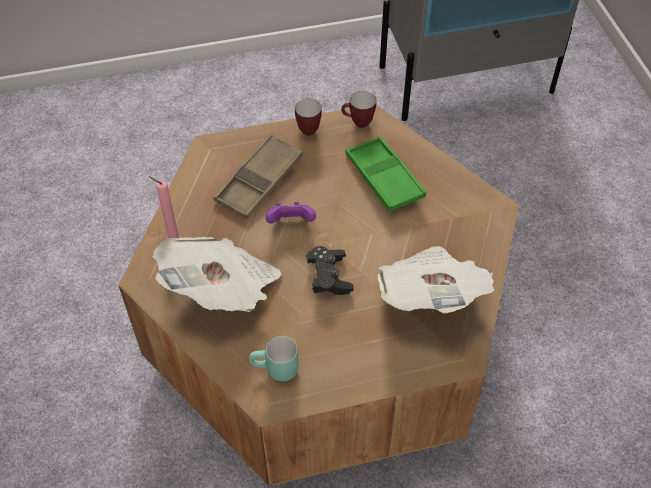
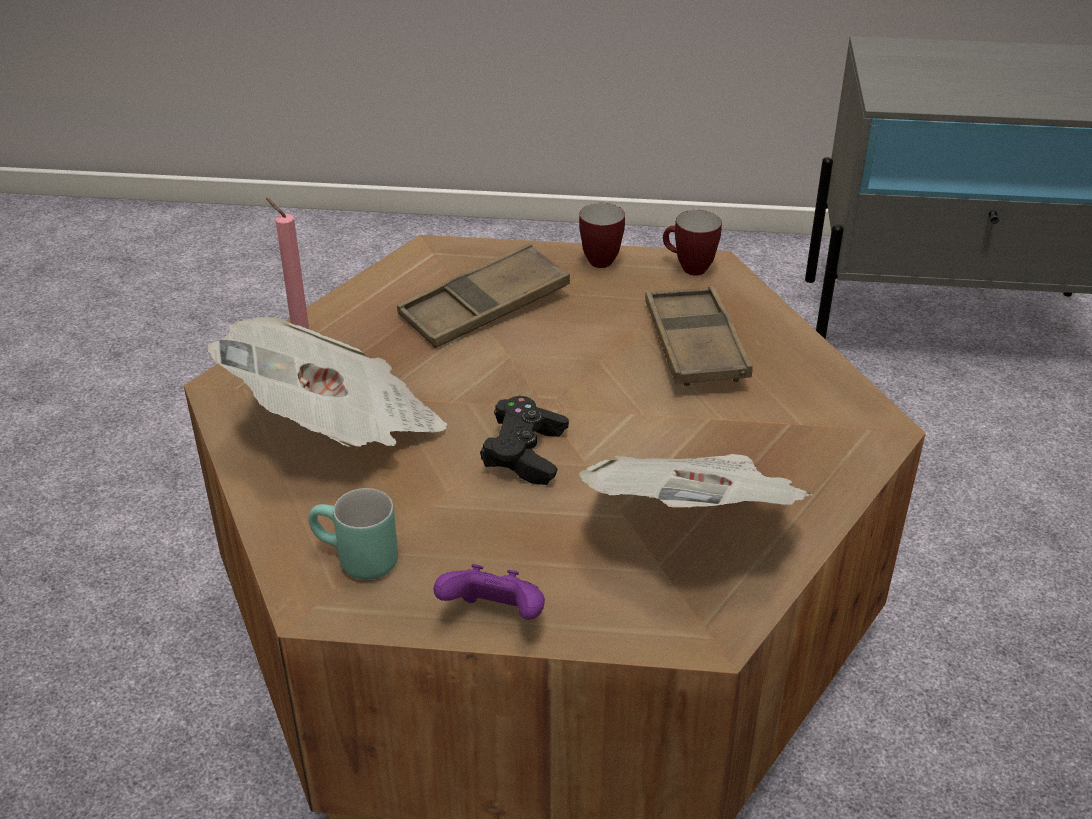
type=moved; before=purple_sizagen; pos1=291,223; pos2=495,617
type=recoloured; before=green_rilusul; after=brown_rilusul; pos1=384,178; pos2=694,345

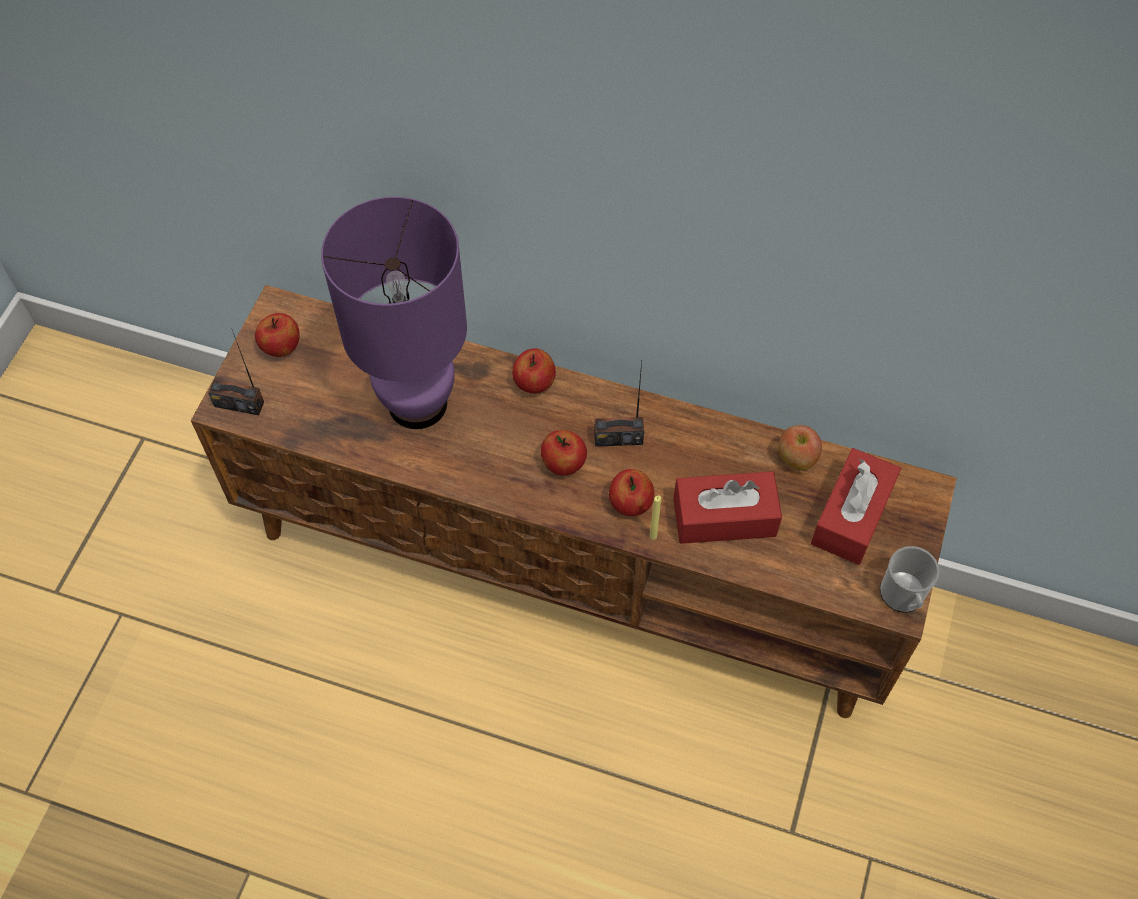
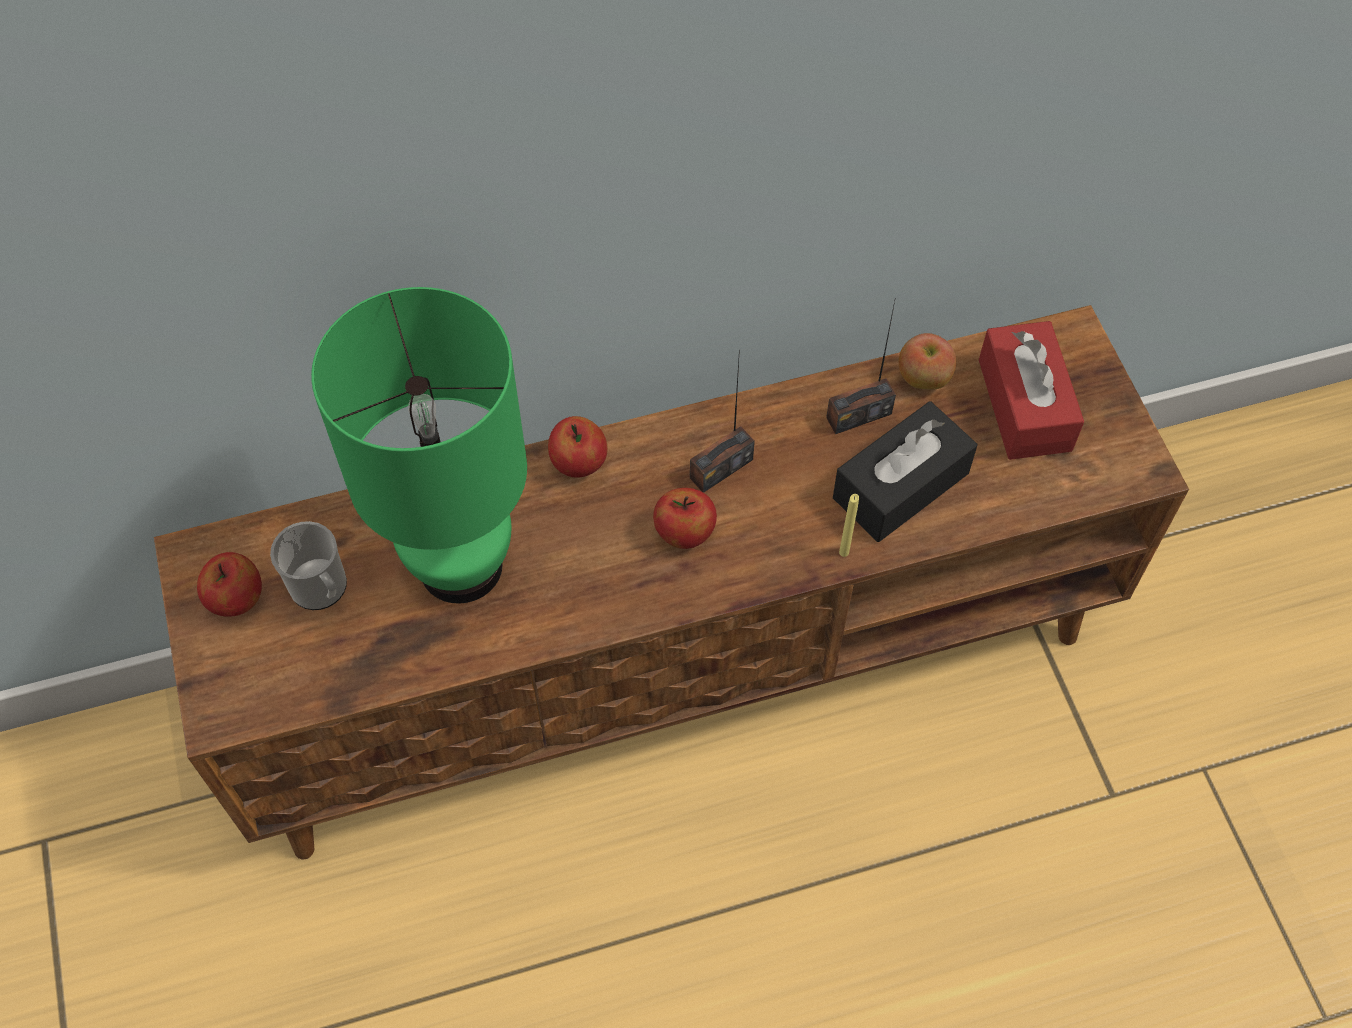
type=moved; before=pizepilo; pos1=239,404; pos2=858,415
type=recoloured; before=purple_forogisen; after=green_forogisen; pos1=417,405; pos2=461,568
type=removed; before=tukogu; pos1=630,504
type=recoloured; before=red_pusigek; after=black_pusigek; pos1=724,517; pos2=900,485
type=moved; before=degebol; pos1=903,597; pos2=322,590

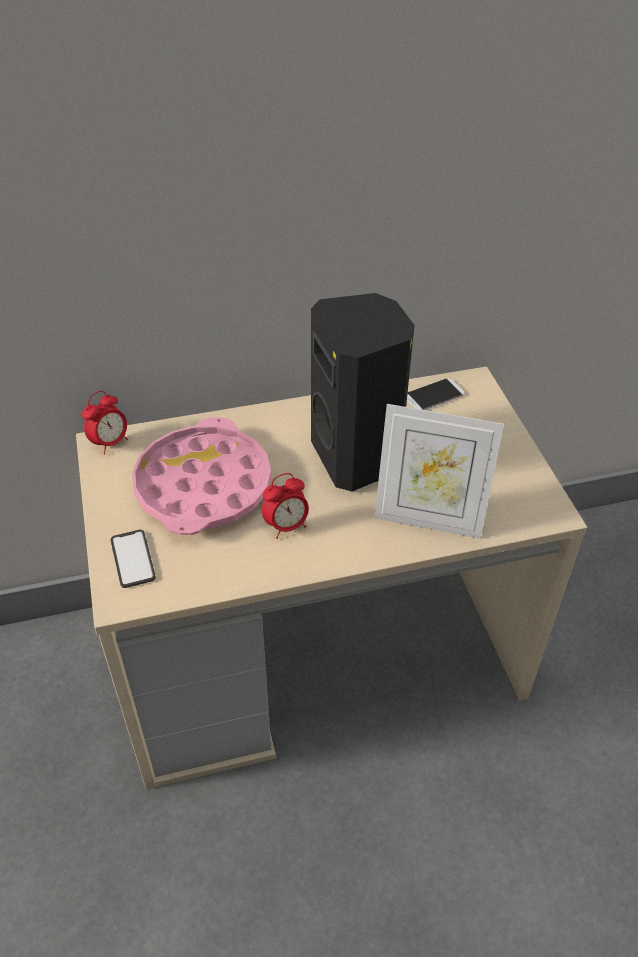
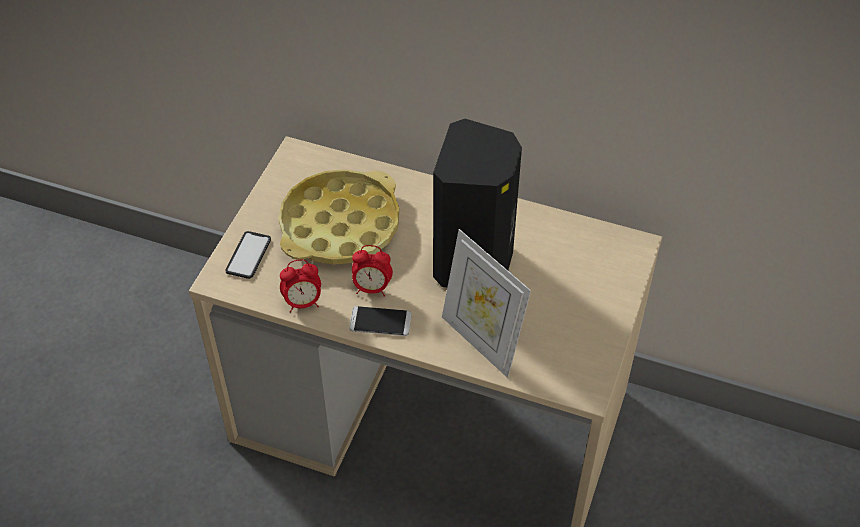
type=moved; before=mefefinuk; pos1=110,443; pos2=303,303
type=recoloured; before=pink_rilusul; after=yellow_rilusul; pos1=203,486; pos2=339,225
type=moved; before=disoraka; pos1=434,395; pos2=380,322

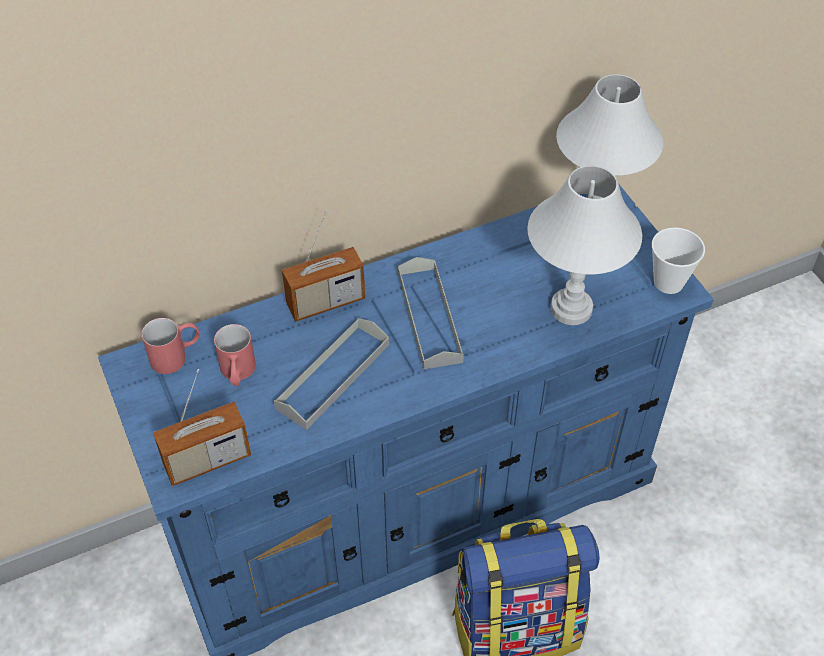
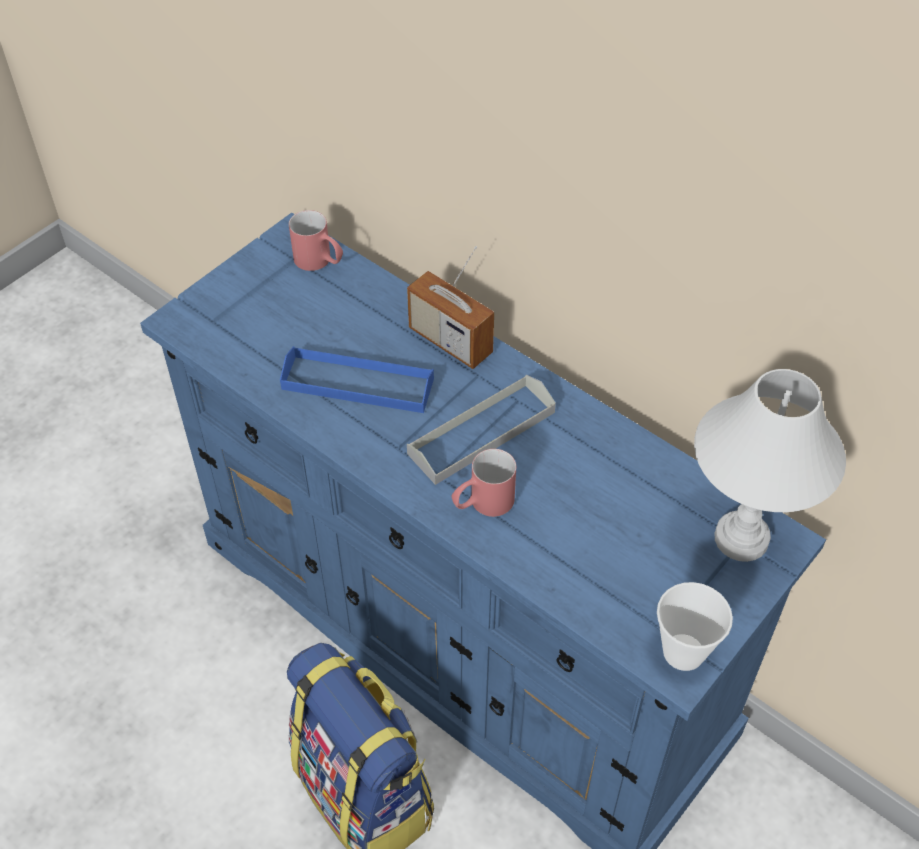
type=removed; before=pizepilo; pos1=207,460
type=moved; before=red_degebol; pos1=238,374; pos2=482,504
type=recoloured; before=grey_rilusul; after=blue_rilusul; pos1=333,376; pos2=357,384
type=removed; before=white_forogisen; pos1=570,309

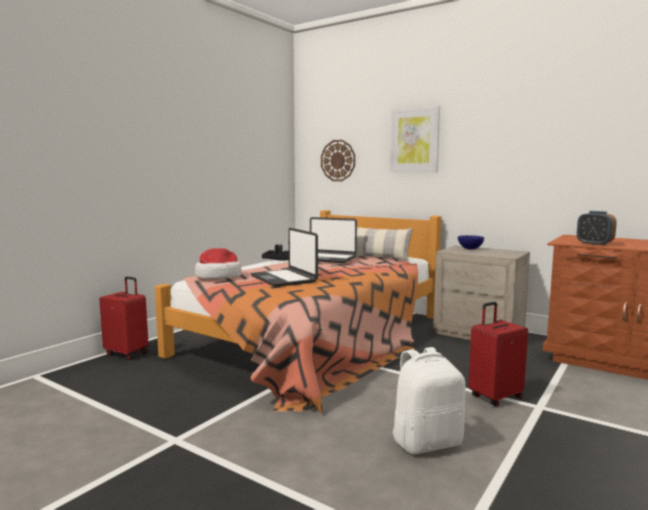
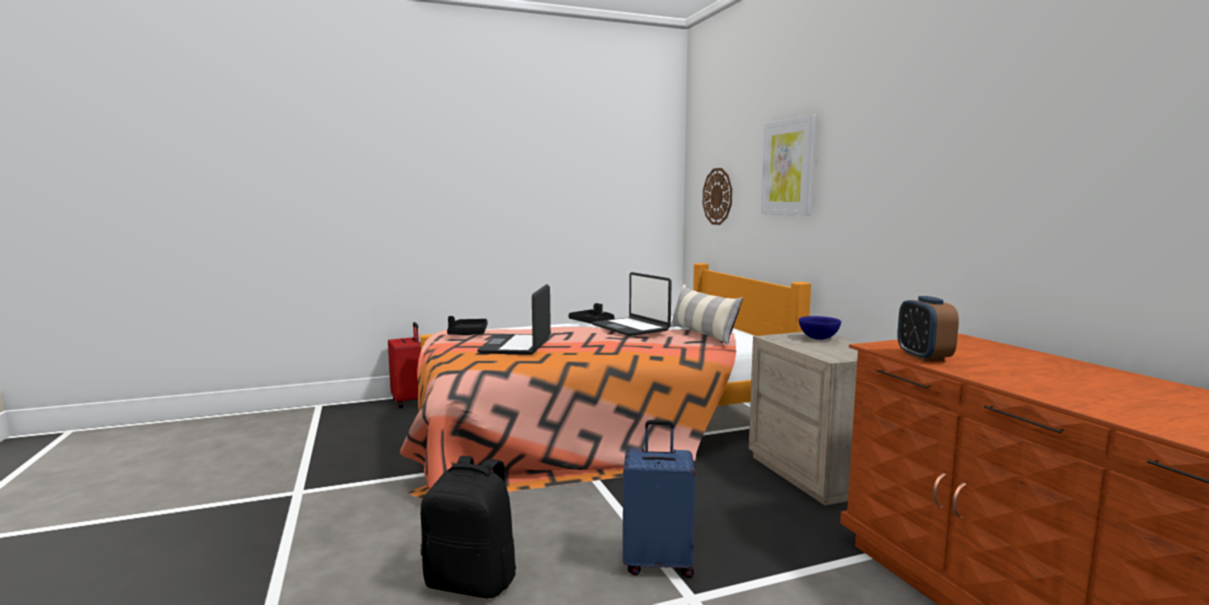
type=replaced; before=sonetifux; after=black_rilusul; pos1=218,277; pos2=468,334
type=recoloured; before=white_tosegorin; after=black_tosegorin; pos1=426,442; pos2=473,581
type=recoloured; before=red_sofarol; after=blue_sofarol; pos1=494,397; pos2=658,563

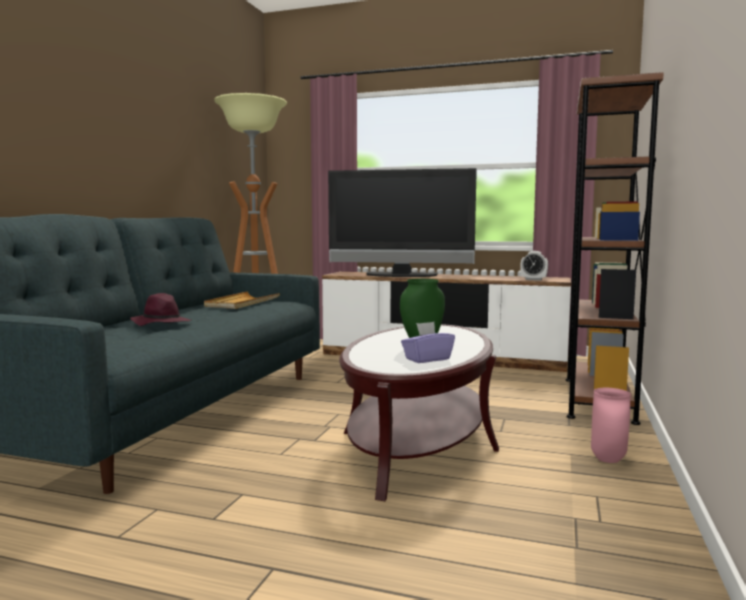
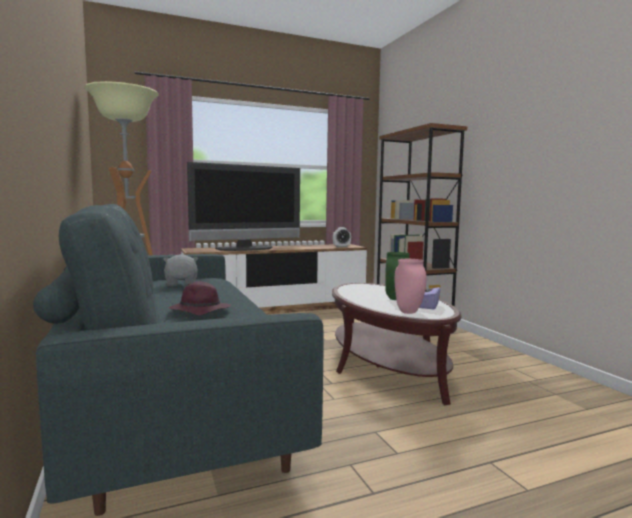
type=replaced; before=beige_rilusul; after=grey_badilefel; pos1=242,303; pos2=181,284
type=moved; before=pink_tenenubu; pos1=609,460; pos2=409,312

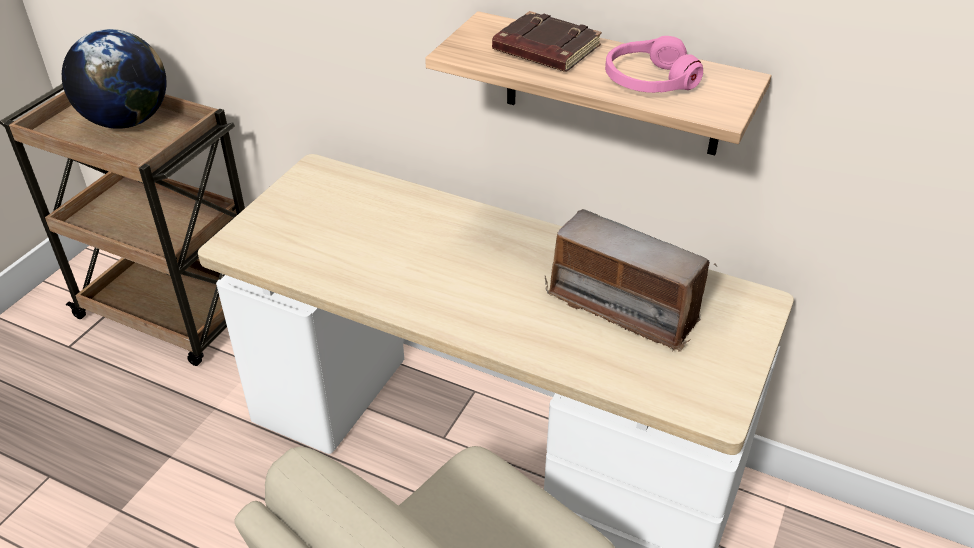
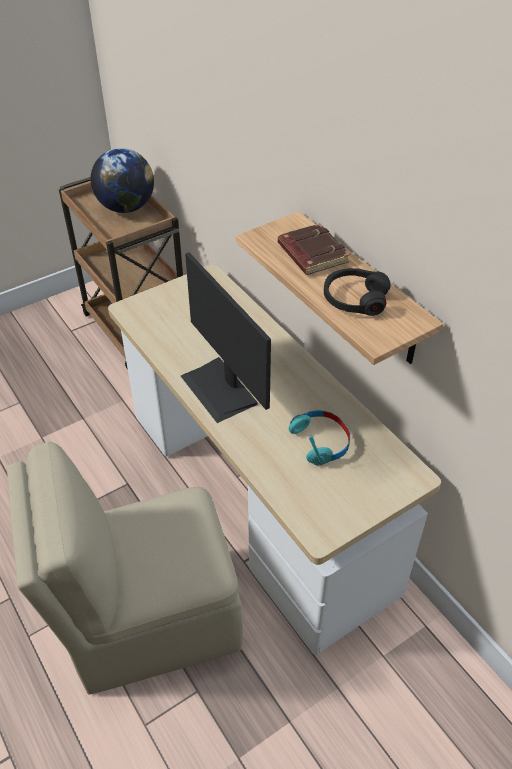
type=replaced; before=pizepilo; after=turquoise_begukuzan; pos1=624,307; pos2=320,441
type=recoloured; before=pink_begukuzan; after=black_begukuzan; pos1=649,80; pos2=355,299
type=added; after=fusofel; pos2=220,389

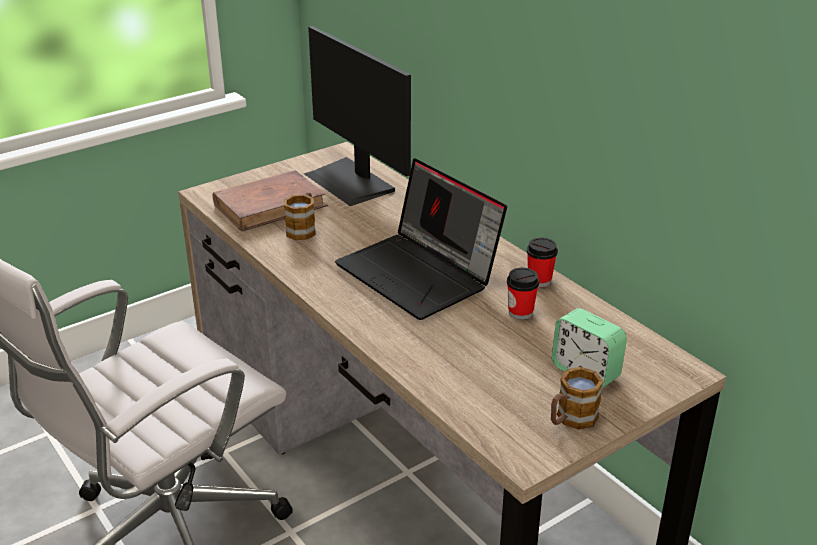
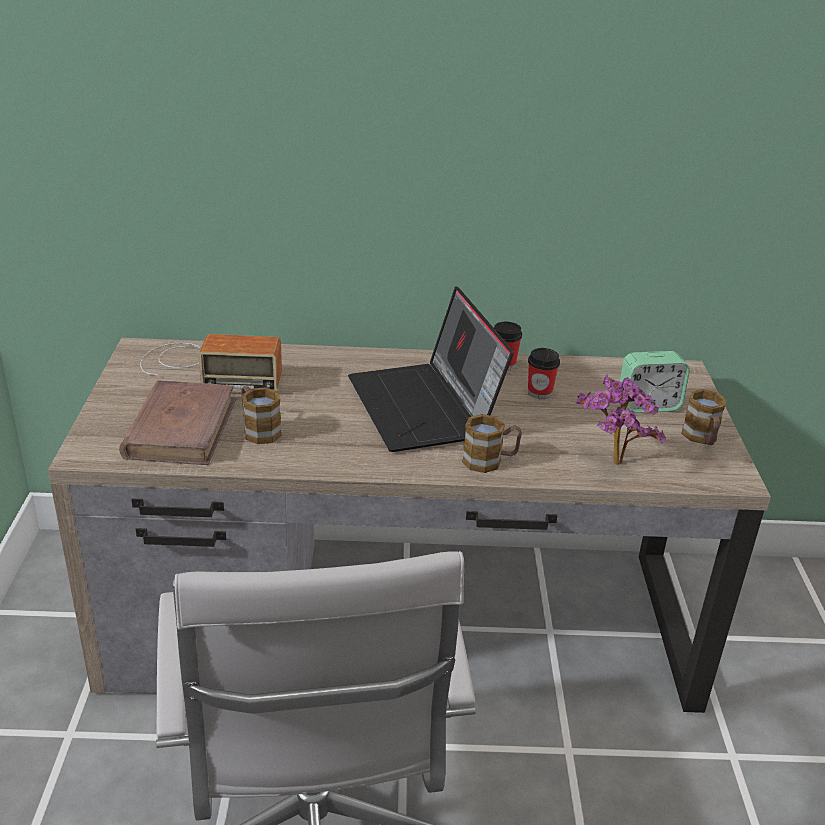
type=replaced; before=fusofel; after=pizepilo; pos1=351,181; pos2=207,369
type=turned; before=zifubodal; pos1=420,274; pos2=425,408; turn=75
type=added; after=degebol; pos2=490,461
type=added; after=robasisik; pos2=611,465

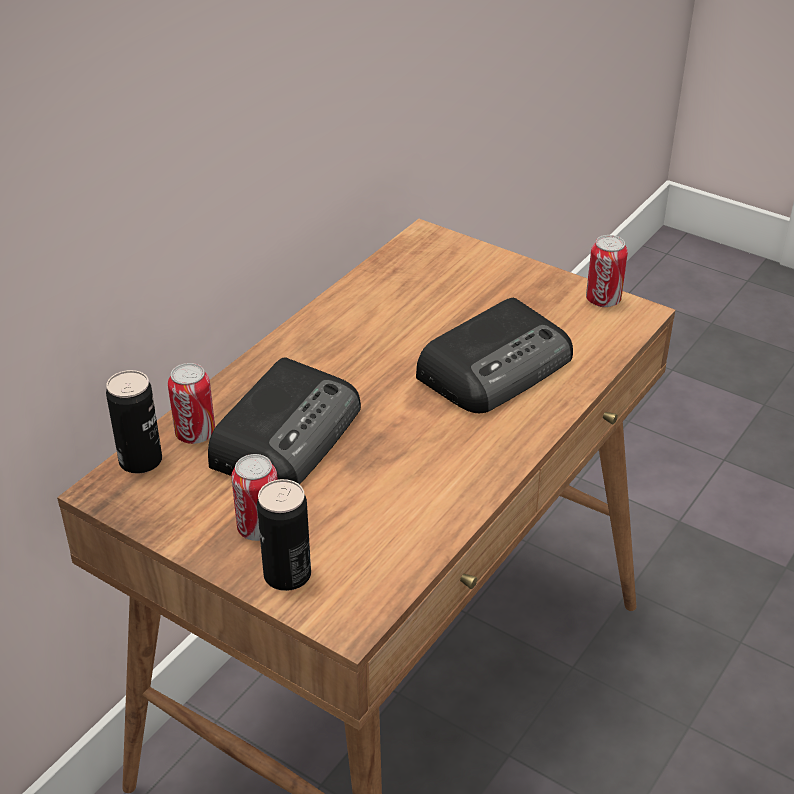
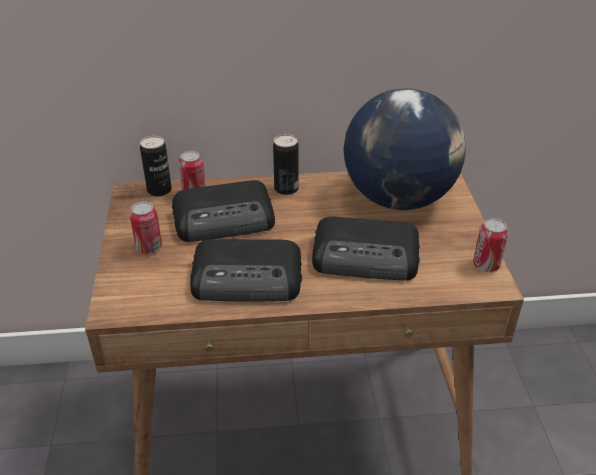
type=moved; before=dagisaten; pos1=287,575; pos2=286,188
type=added; after=pizepilo; pos2=248,278
type=added; after=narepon; pos2=398,198

